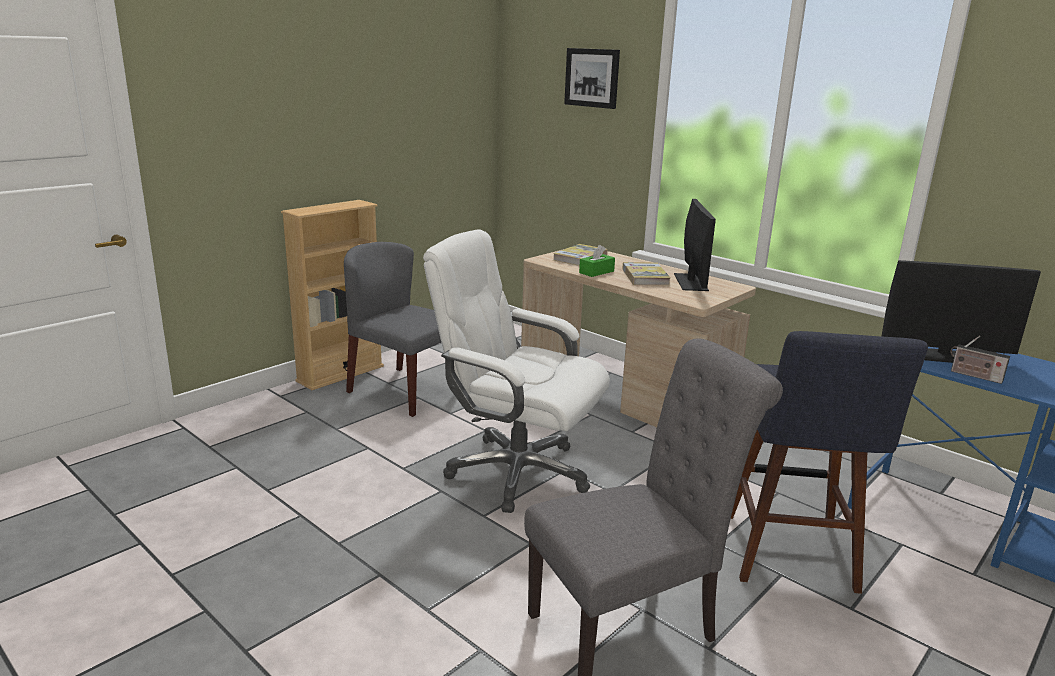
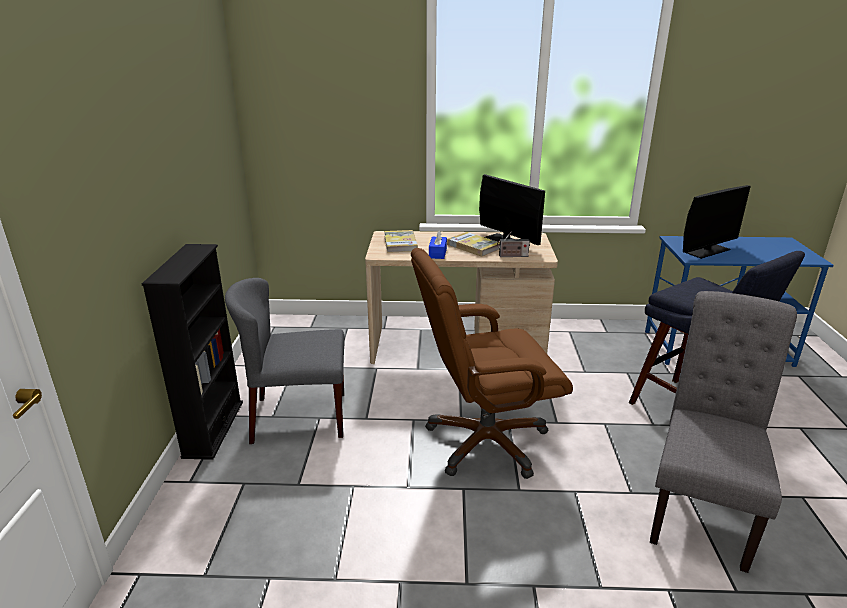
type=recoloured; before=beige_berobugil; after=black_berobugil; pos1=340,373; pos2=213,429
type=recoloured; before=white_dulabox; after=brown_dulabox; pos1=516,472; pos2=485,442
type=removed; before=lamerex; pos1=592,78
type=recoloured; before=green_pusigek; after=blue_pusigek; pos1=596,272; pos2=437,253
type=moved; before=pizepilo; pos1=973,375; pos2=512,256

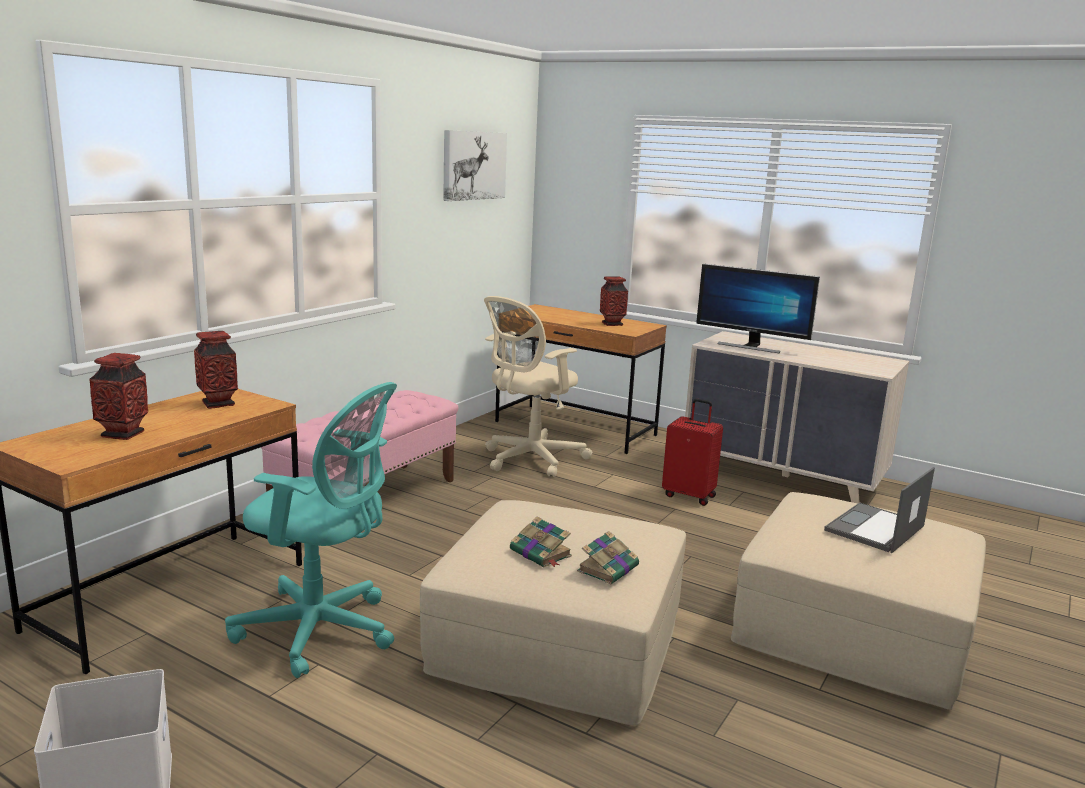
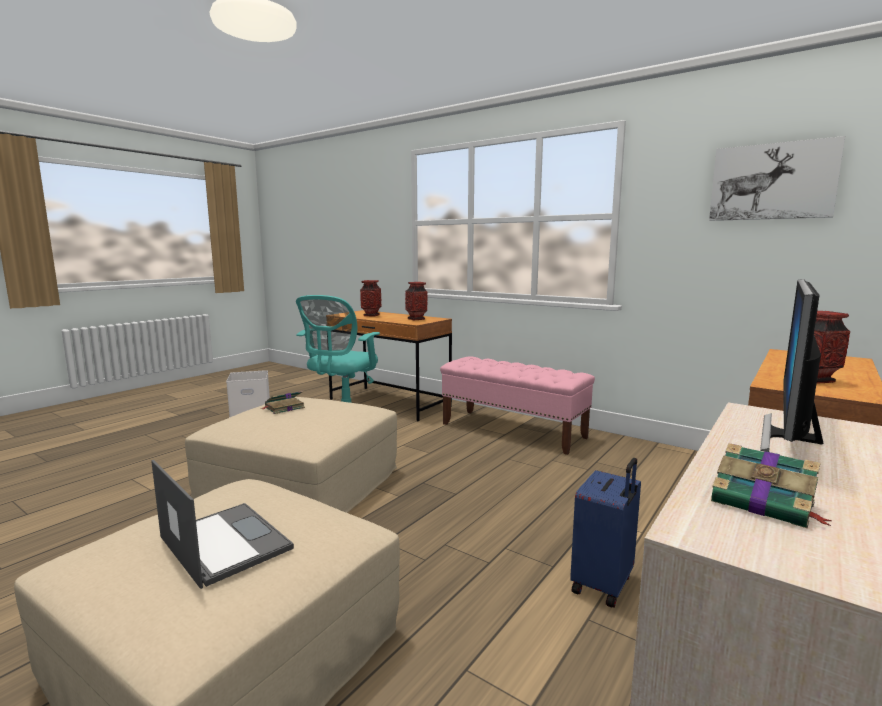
type=removed; before=beige_dulabox; pos1=530,459
type=moved; before=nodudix; pos1=609,568; pos2=765,503
type=recoloured; before=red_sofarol; after=blue_sofarol; pos1=689,495; pos2=604,584

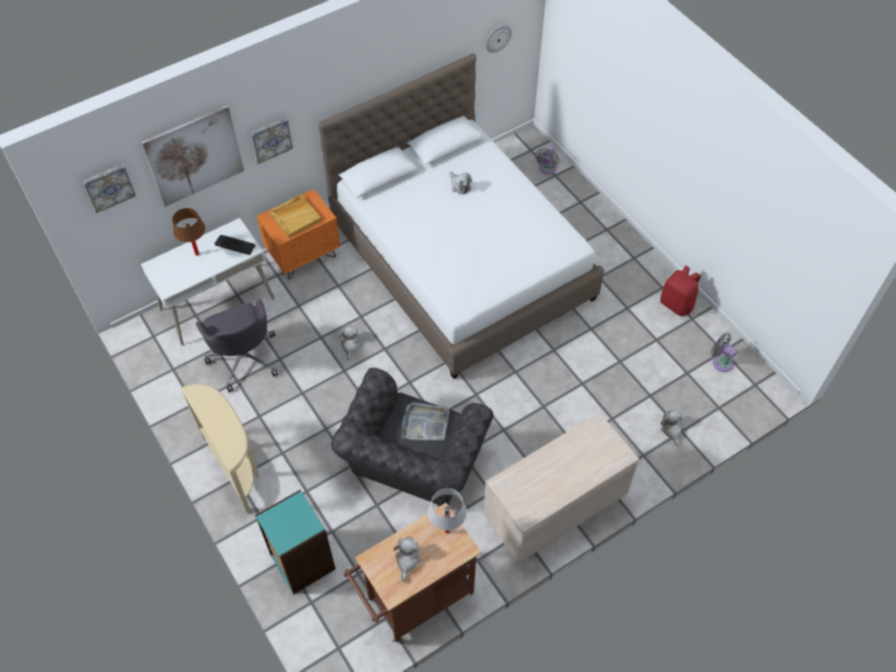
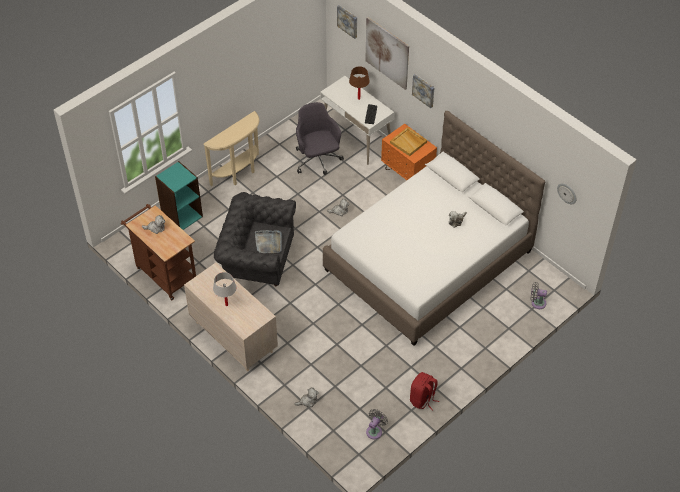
type=turned; before=grey_dulabox; pos1=244,358; pos2=317,160; turn=105
type=moved; before=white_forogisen; pos1=447,531; pos2=226,305

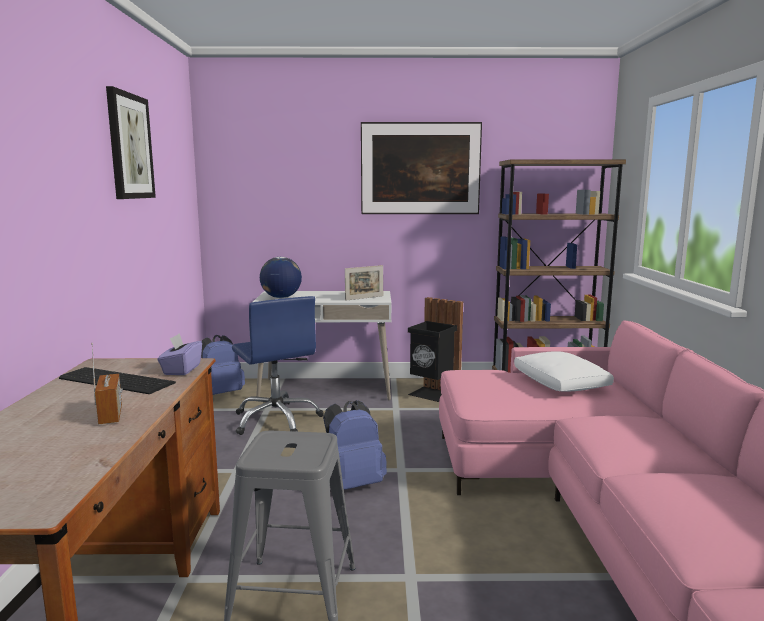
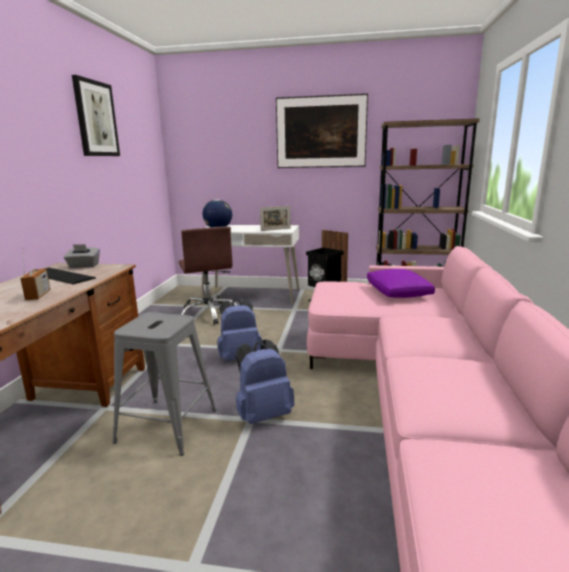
type=removed; before=purple_pusigek; pos1=181,370
type=moved; before=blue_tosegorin; pos1=221,393; pos2=263,414
type=recoloured; before=blue_dulabox; after=brown_dulabox; pos1=277,420; pos2=209,313
type=recoloured; before=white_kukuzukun; after=purple_kukuzukun; pos1=559,383; pos2=397,292
type=added; after=grey_pusigek; pos2=84,266

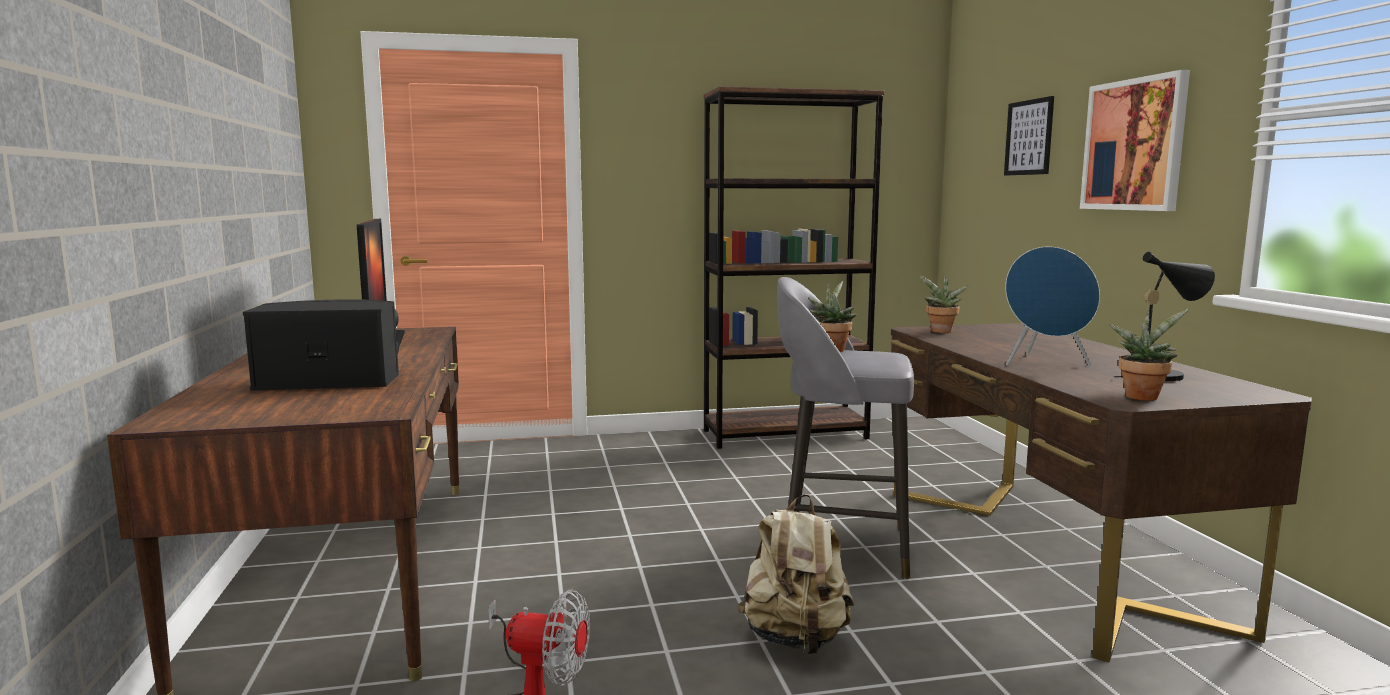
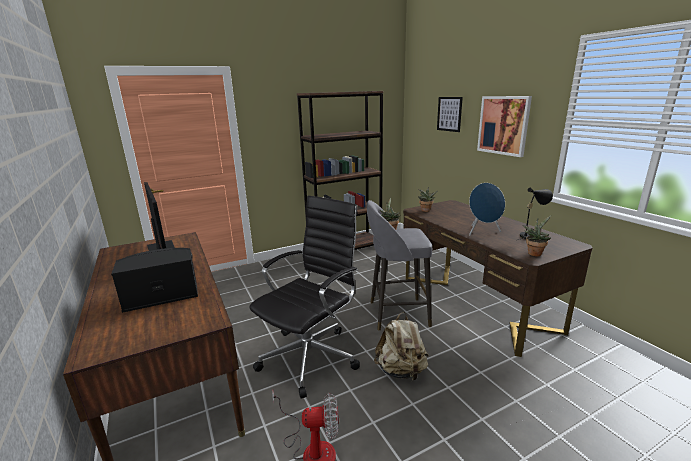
type=added; after=black_dulabox; pos2=311,356

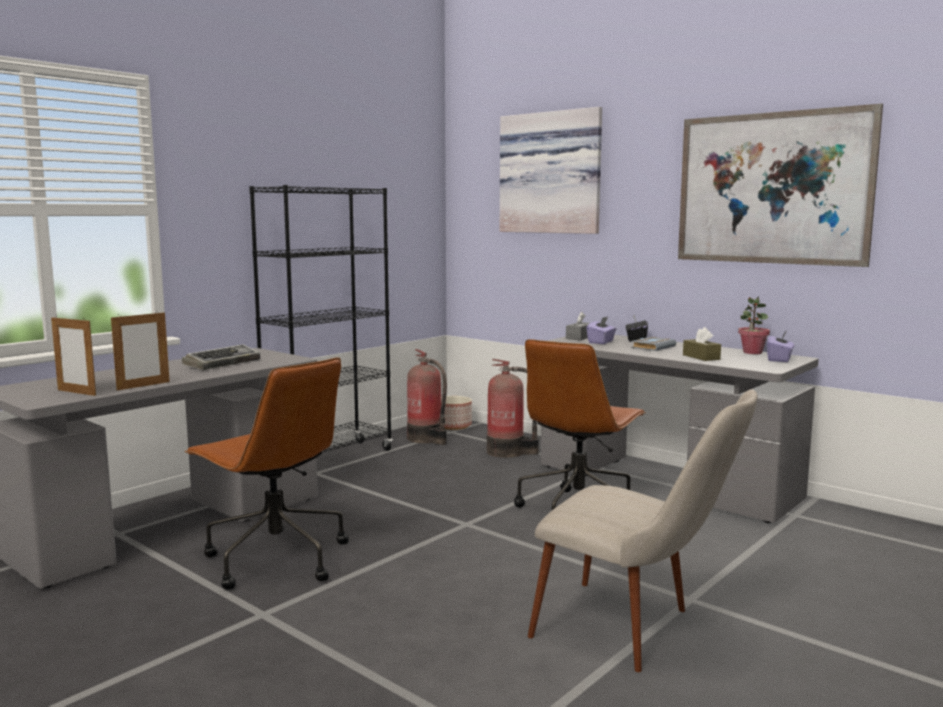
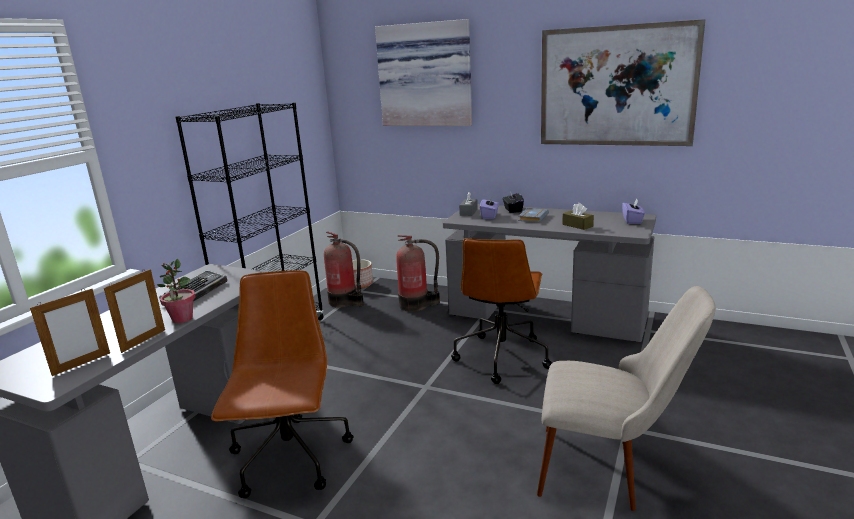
type=turned; before=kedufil; pos1=76,392; pos2=82,364; turn=-60
type=turned; before=brown_dulabox; pos1=275,559; pos2=290,459; turn=-120
type=moved; before=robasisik; pos1=752,352; pos2=182,319

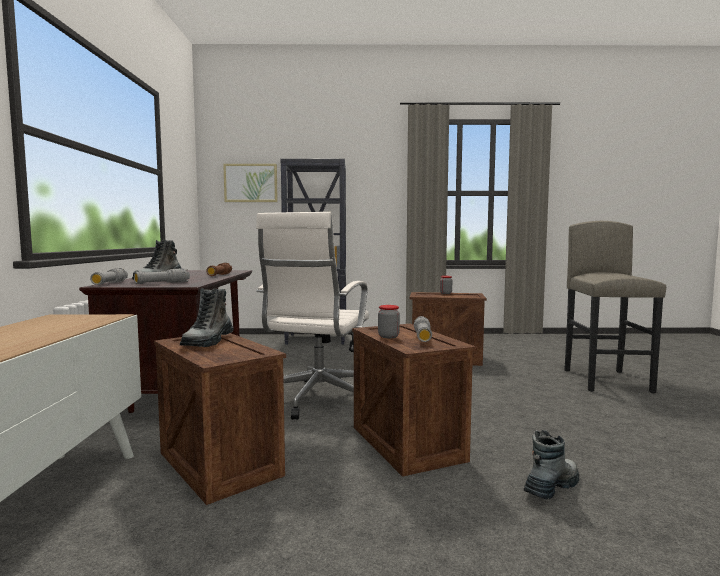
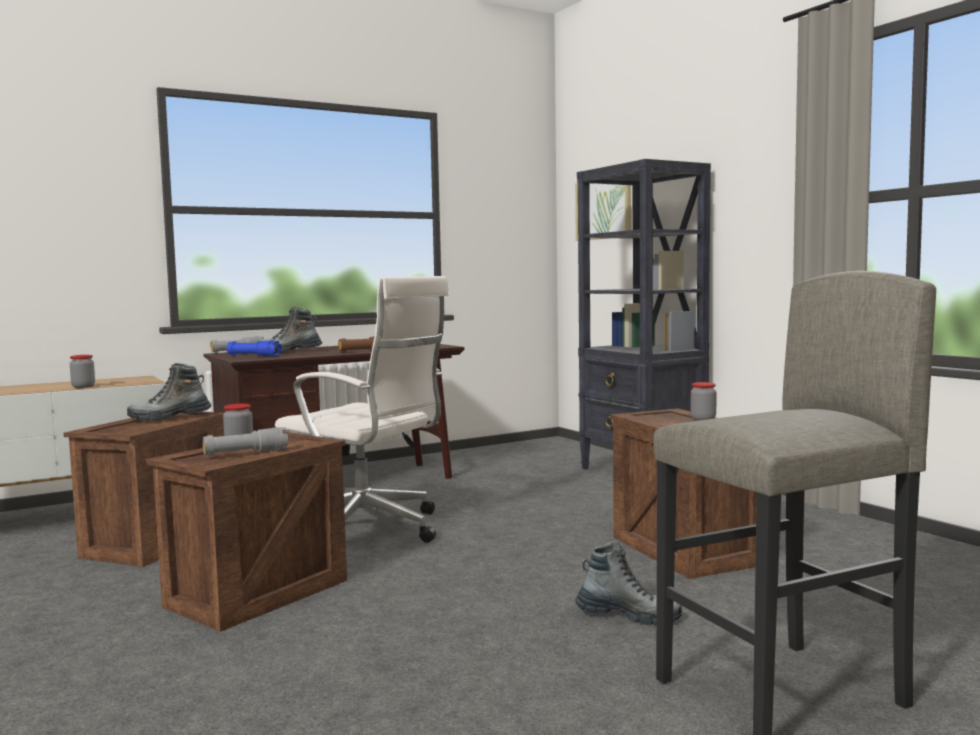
type=recoloured; before=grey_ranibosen; after=blue_ranibosen; pos1=162,283; pos2=254,356
type=turned; before=white_dulabox; pos1=317,399; pos2=368,530; turn=-135
type=moved; before=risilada; pos1=551,487; pos2=628,616
type=added; after=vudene; pos2=83,387

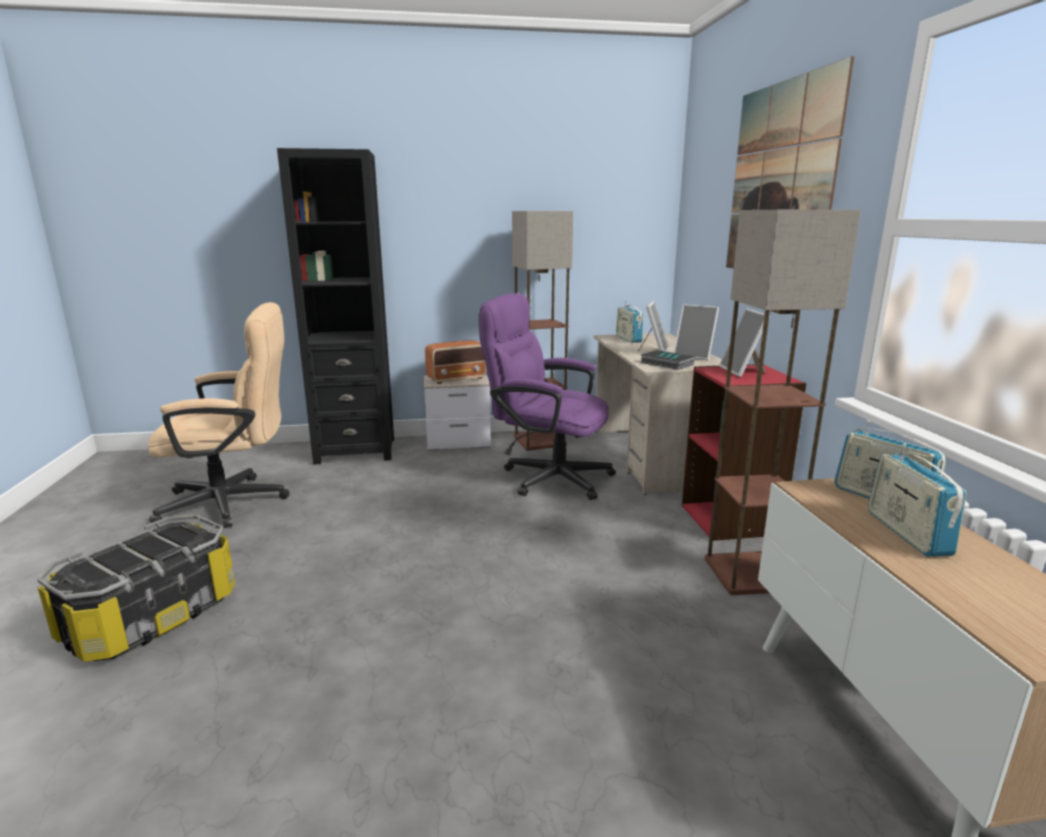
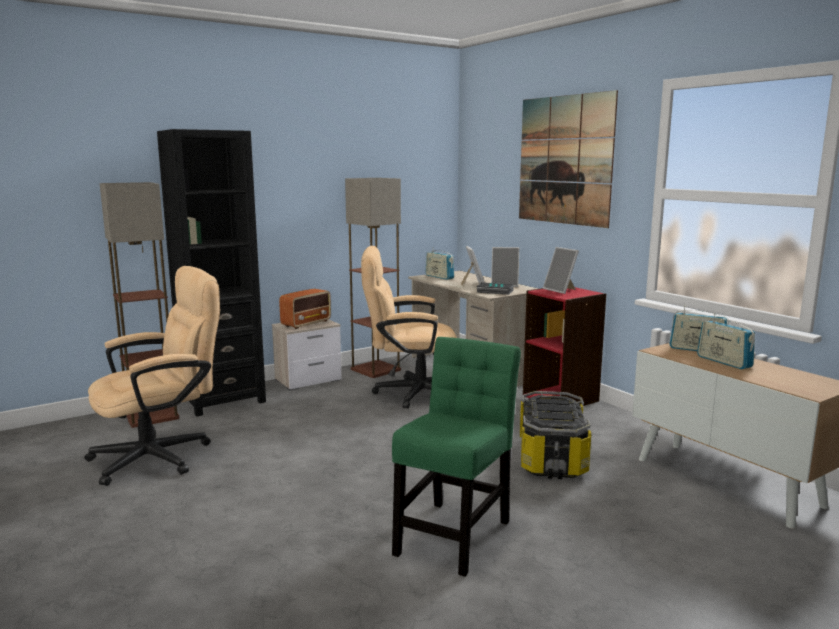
type=moved; before=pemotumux; pos1=152,618; pos2=552,458
type=recoloured; before=purple_dulabox; after=beige_dulabox; pos1=547,476; pos2=410,393
type=moved; before=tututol; pos1=749,573; pos2=152,415
type=added; after=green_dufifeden; pos2=454,533

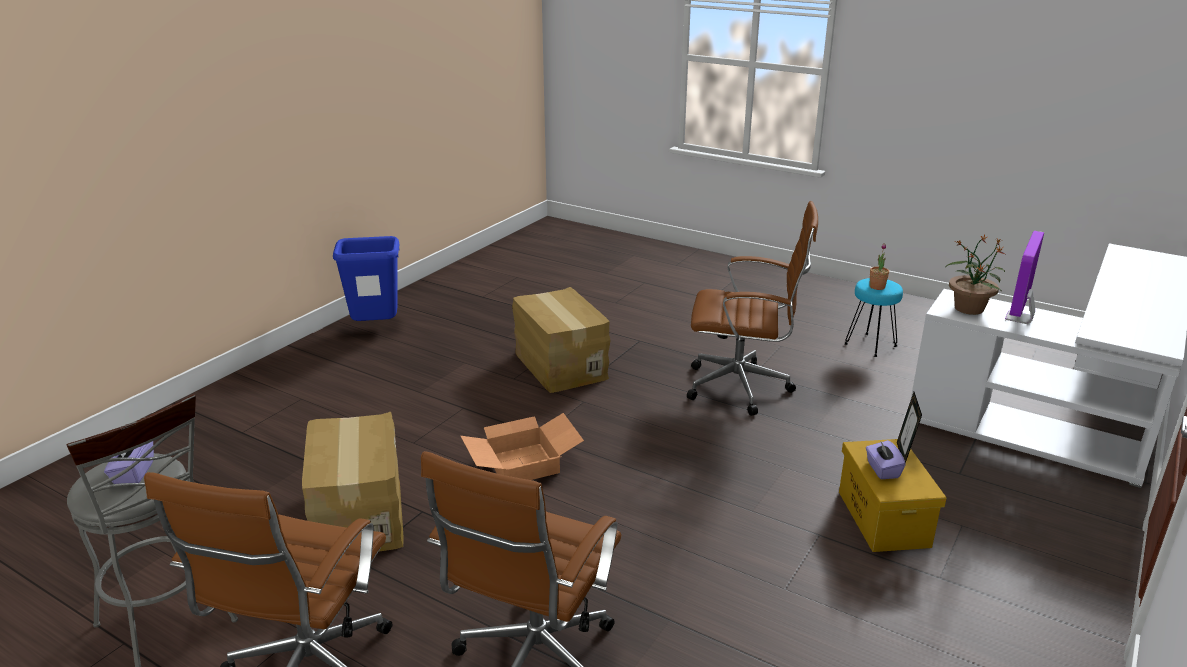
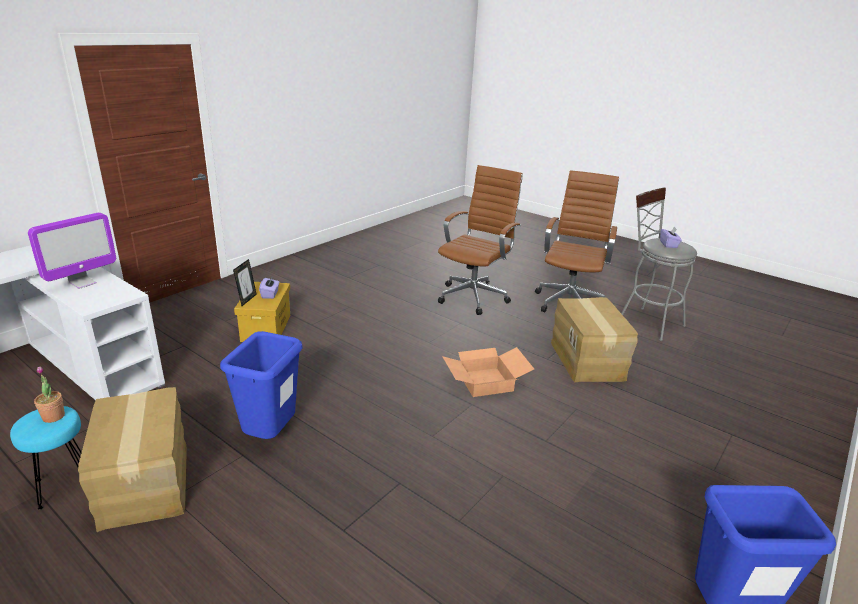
type=moved; before=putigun; pos1=559,366; pos2=147,482
type=replaced; before=brown_dulabox; after=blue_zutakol; pos1=743,387; pos2=271,436
type=removed; before=robasisik; pos1=968,308

